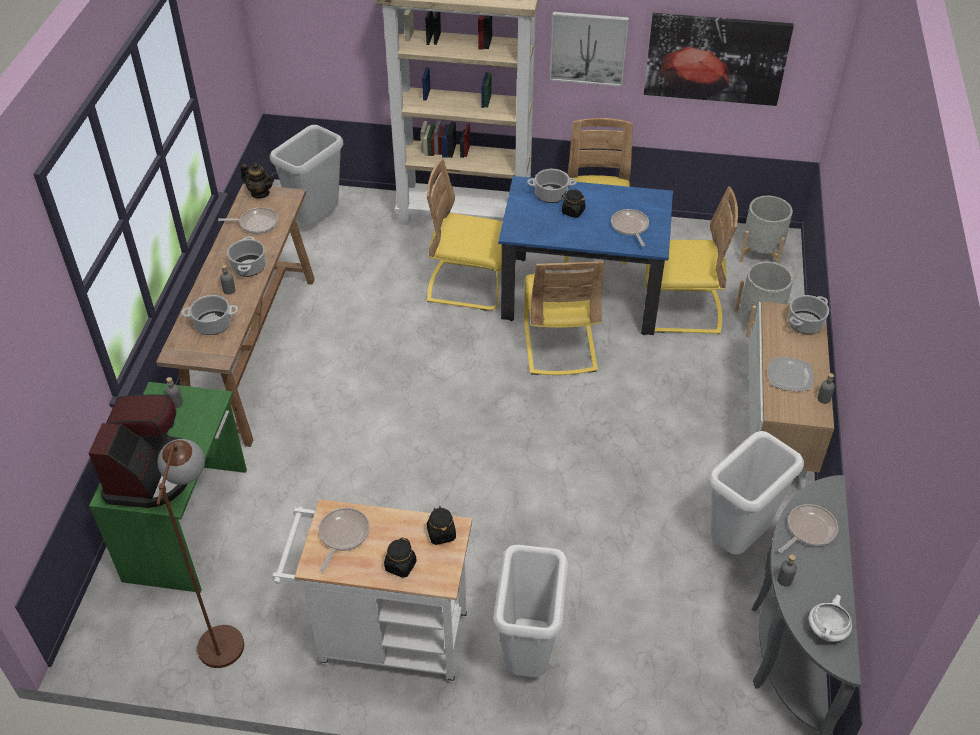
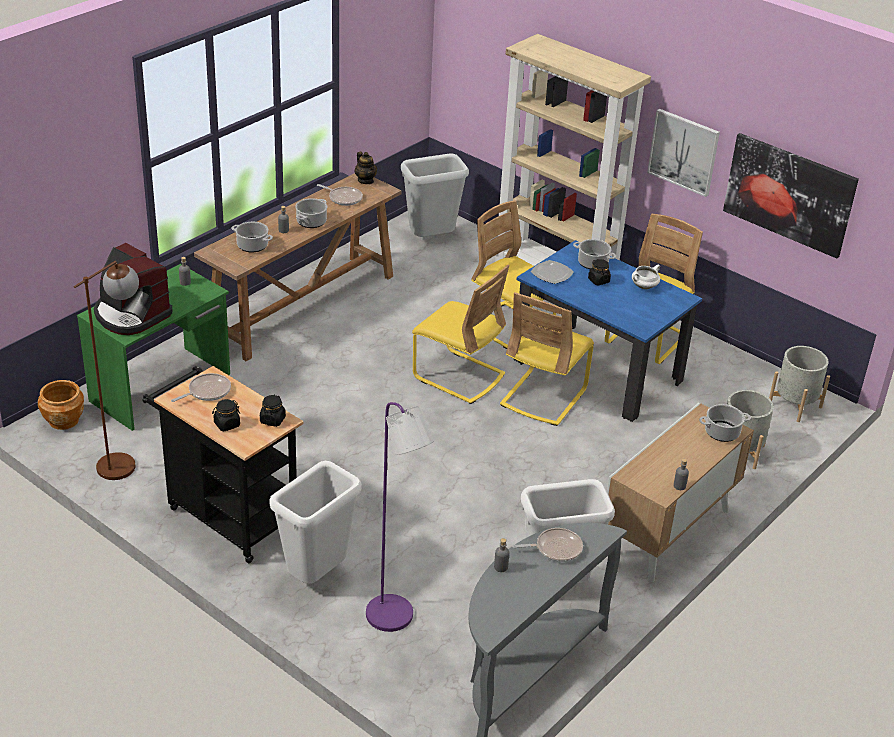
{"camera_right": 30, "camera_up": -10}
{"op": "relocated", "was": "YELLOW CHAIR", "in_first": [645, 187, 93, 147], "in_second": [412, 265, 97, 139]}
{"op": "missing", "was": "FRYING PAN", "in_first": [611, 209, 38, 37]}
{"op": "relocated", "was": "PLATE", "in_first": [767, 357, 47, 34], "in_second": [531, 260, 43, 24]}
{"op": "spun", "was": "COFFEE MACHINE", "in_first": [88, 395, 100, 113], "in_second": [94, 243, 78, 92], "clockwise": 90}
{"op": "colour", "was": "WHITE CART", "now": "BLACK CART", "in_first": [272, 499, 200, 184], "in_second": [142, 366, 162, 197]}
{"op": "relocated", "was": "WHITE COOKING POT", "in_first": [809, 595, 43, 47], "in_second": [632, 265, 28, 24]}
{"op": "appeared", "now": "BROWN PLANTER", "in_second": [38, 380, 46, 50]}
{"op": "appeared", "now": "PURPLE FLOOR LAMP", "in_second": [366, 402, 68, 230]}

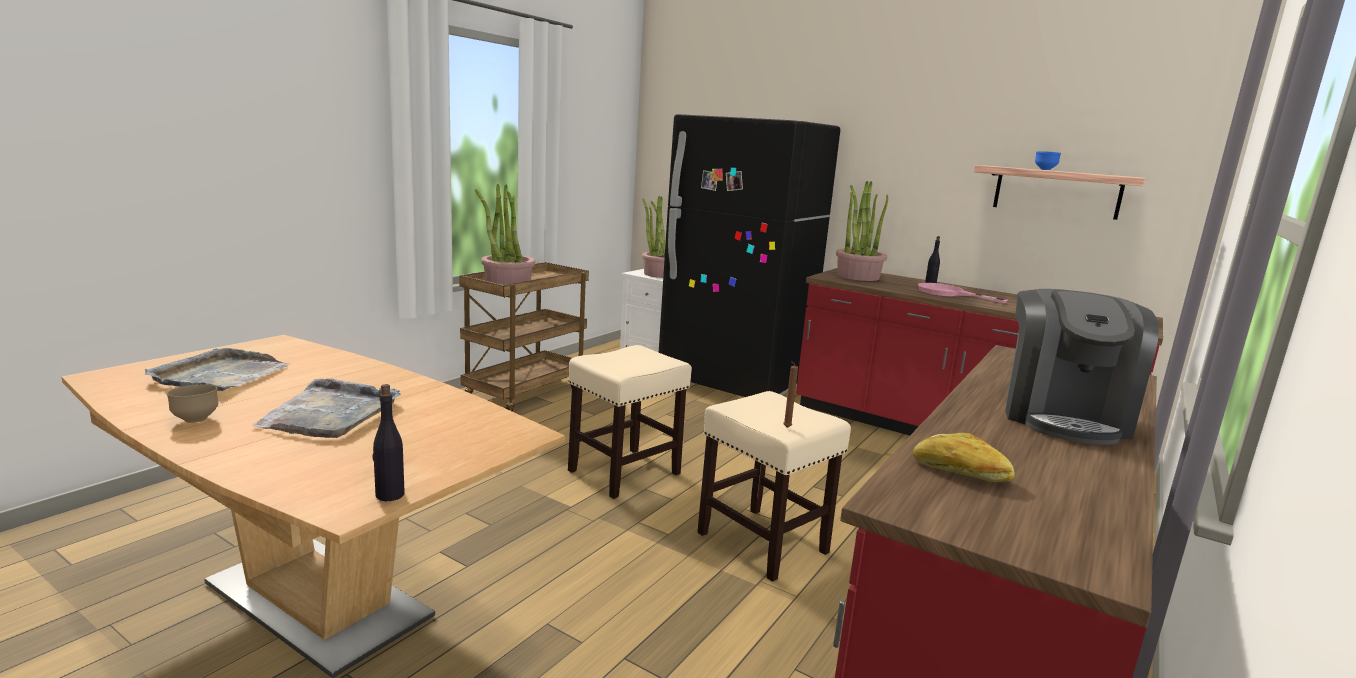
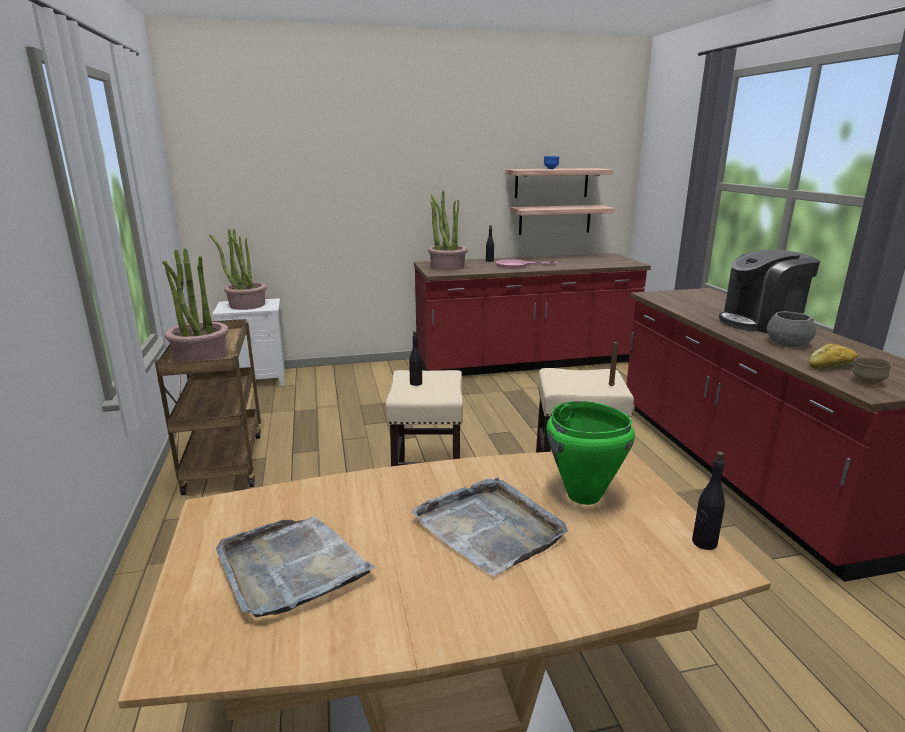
{"camera_right": -45, "camera_up": 5}
{"op": "missing", "was": "BLACK FRIDGE", "in_first": [659, 114, 181, 283]}
{"op": "spun", "was": "COFFEE MACHINE", "in_first": [1005, 289, 154, 156], "in_second": [719, 249, 101, 84], "clockwise": 105}
{"op": "relocated", "was": "BROWN BOWL", "in_first": [166, 385, 52, 38], "in_second": [853, 357, 39, 28]}
{"op": "appeared", "now": "SHELF", "in_second": [510, 205, 105, 30]}
{"op": "appeared", "now": "GREY BOWL", "in_second": [767, 311, 49, 36]}
{"op": "appeared", "now": "BLACK BOTTLE", "in_second": [409, 331, 13, 55]}
{"op": "appeared", "now": "GREEN COOKING POT", "in_second": [546, 401, 89, 104]}

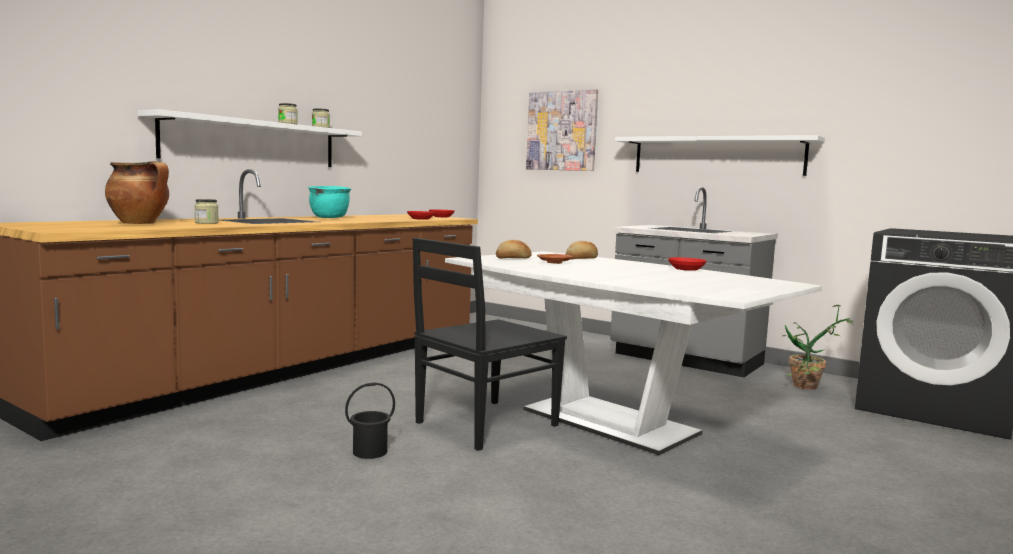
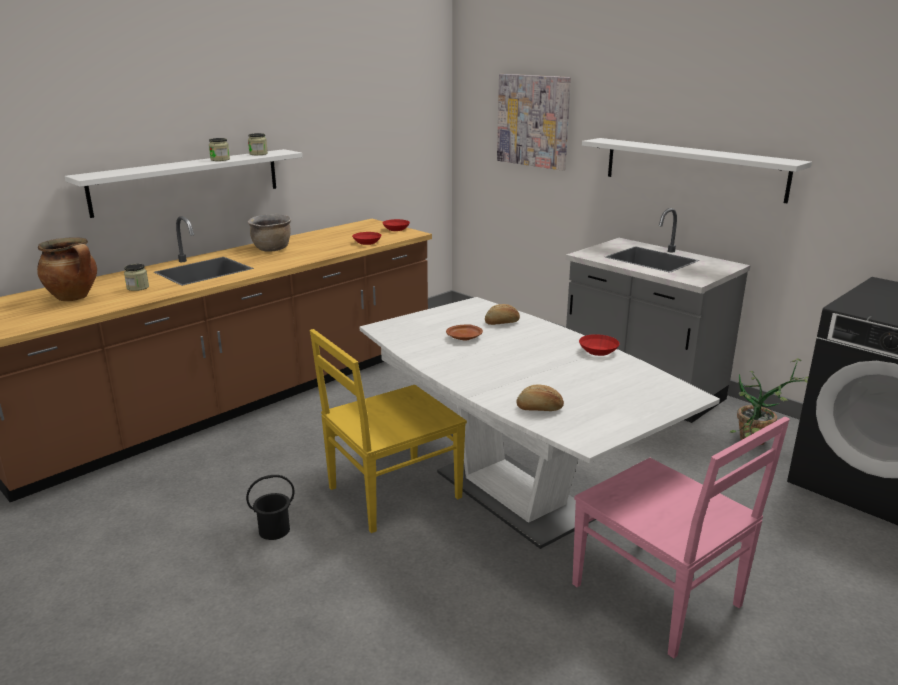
{"camera_right": 10, "camera_up": 15}
{"op": "colour", "was": "TURQUOISE COOKING POT", "now": "BROWN COOKING POT", "in_first": [308, 186, 43, 32], "in_second": [248, 214, 44, 38]}
{"op": "colour", "was": "BLACK CHAIR", "now": "YELLOW CHAIR", "in_first": [413, 238, 154, 213], "in_second": [310, 329, 157, 204]}
{"op": "relocated", "was": "BREAD", "in_first": [496, 240, 36, 18], "in_second": [516, 384, 48, 27]}
{"op": "appeared", "now": "PINK CHAIR", "in_second": [572, 417, 218, 241]}

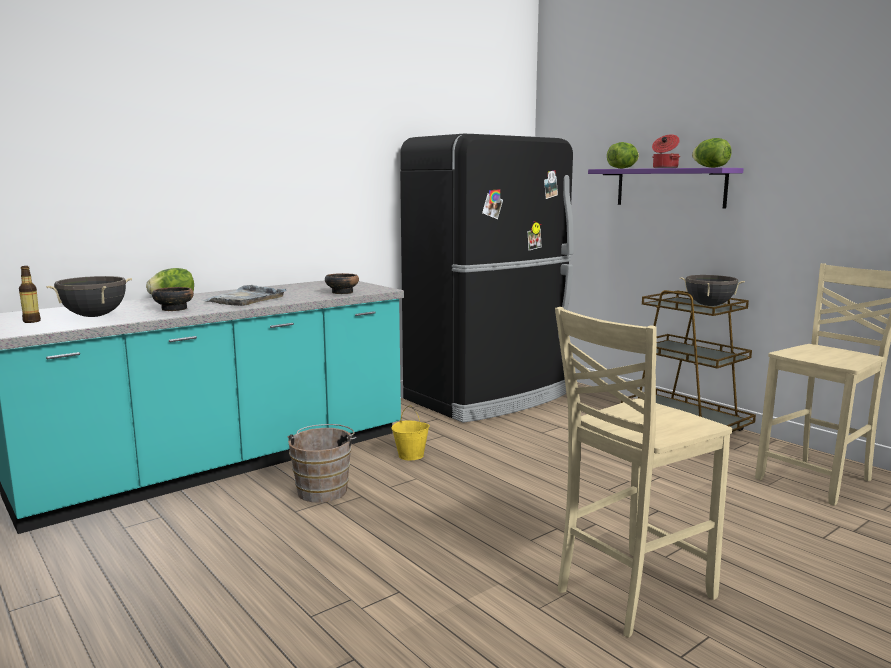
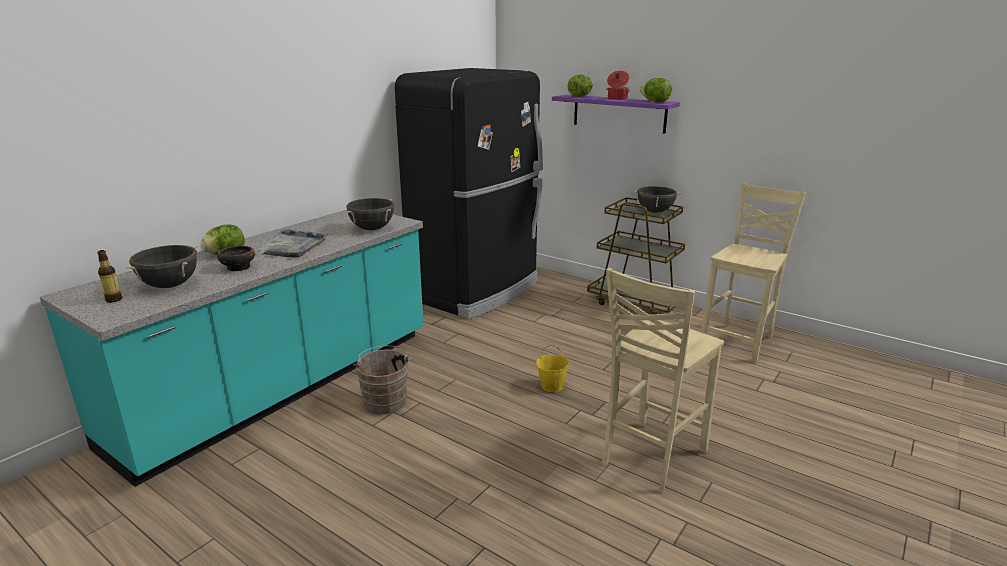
{"camera_right": -15, "camera_up": 10}
{"op": "exchanged", "was": "BOWL", "now": "BLACK COOKING POT", "in_first": [325, 273, 34, 21], "in_second": [346, 198, 48, 32]}
{"op": "relocated", "was": "YELLOW BUCKET", "in_first": [391, 405, 39, 55], "in_second": [536, 345, 33, 47]}

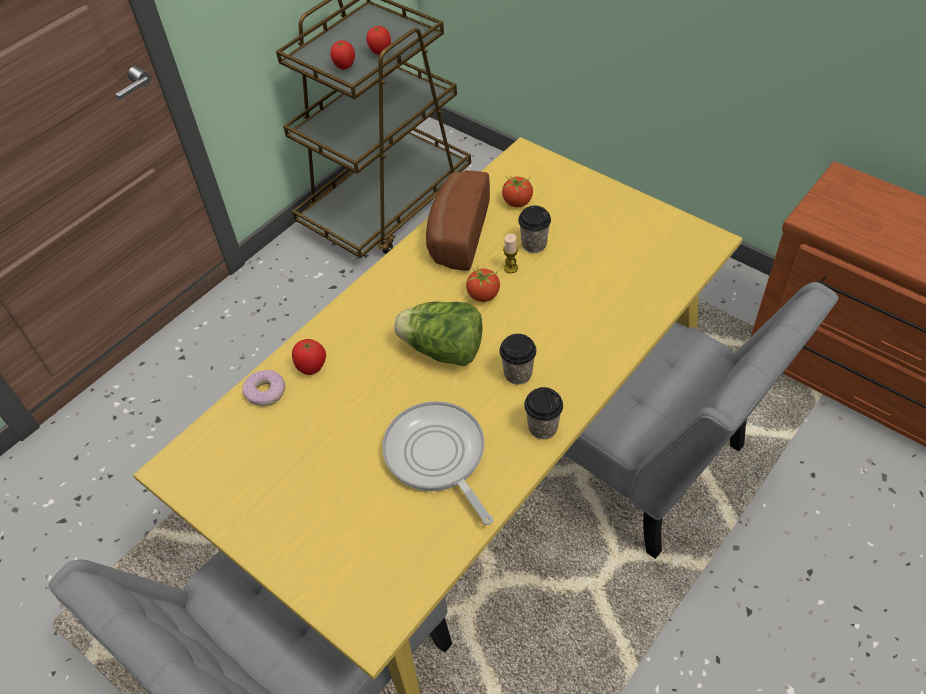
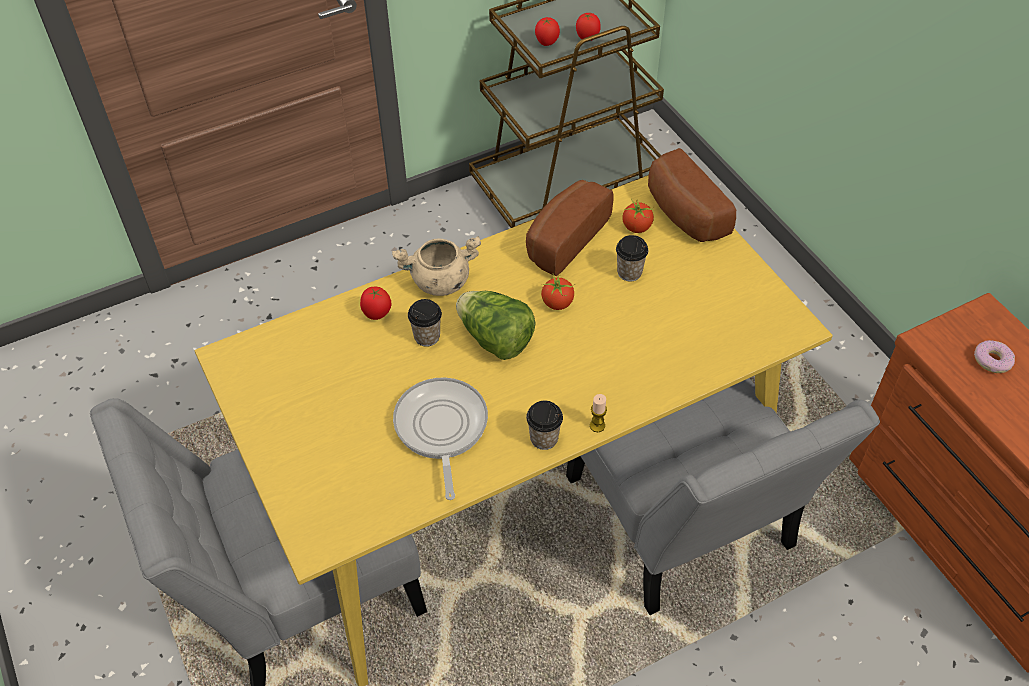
{"camera_right": 20, "camera_up": 0}
{"op": "relocated", "was": "CANDLE", "in_first": [503, 234, 15, 39], "in_second": [590, 394, 17, 38]}
{"op": "relocated", "was": "CUP", "in_first": [499, 334, 38, 50], "in_second": [408, 299, 34, 48]}
{"op": "relocated", "was": "DONUT", "in_first": [242, 370, 44, 36], "in_second": [974, 340, 41, 33]}
{"op": "appeared", "now": "BREAD", "in_second": [648, 148, 88, 94]}
{"op": "appeared", "now": "BEIGE COOKING POT", "in_second": [392, 236, 89, 60]}

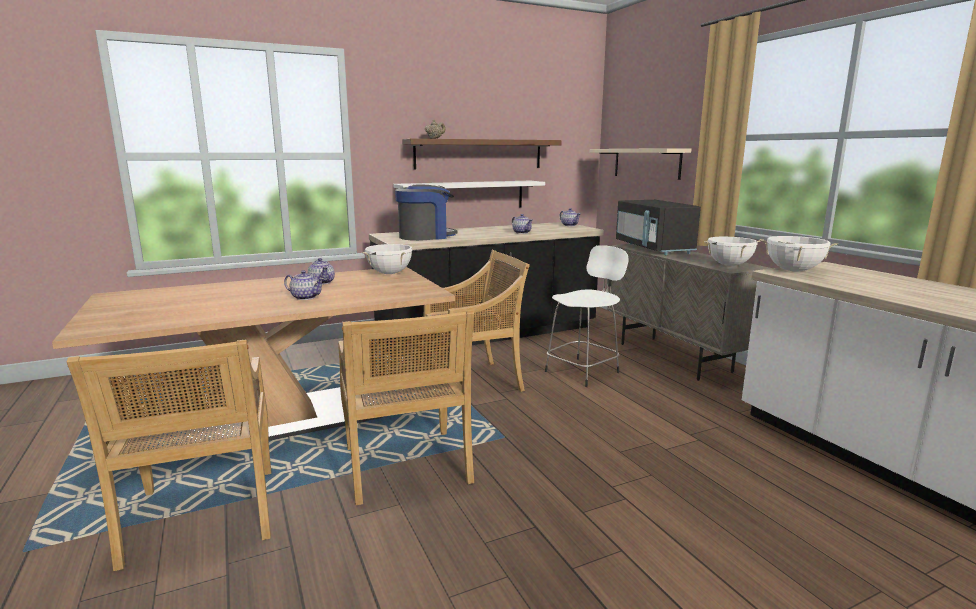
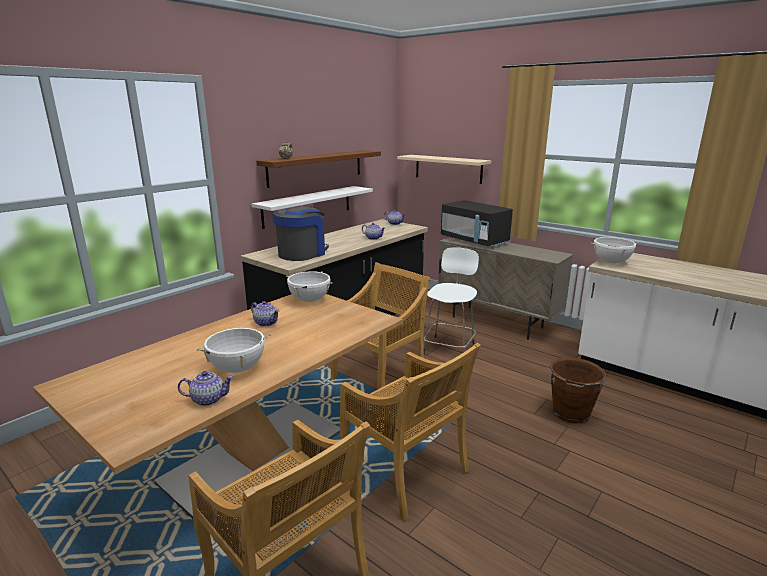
{"camera_right": -25, "camera_up": 5}
{"op": "relocated", "was": "WHITE COOKING POT", "in_first": [704, 237, 56, 29], "in_second": [196, 327, 75, 46]}
{"op": "relocated", "was": "TEAPOT", "in_first": [284, 270, 40, 30], "in_second": [178, 371, 56, 35]}
{"op": "appeared", "now": "BROWN BUCKET", "in_second": [547, 358, 61, 65]}

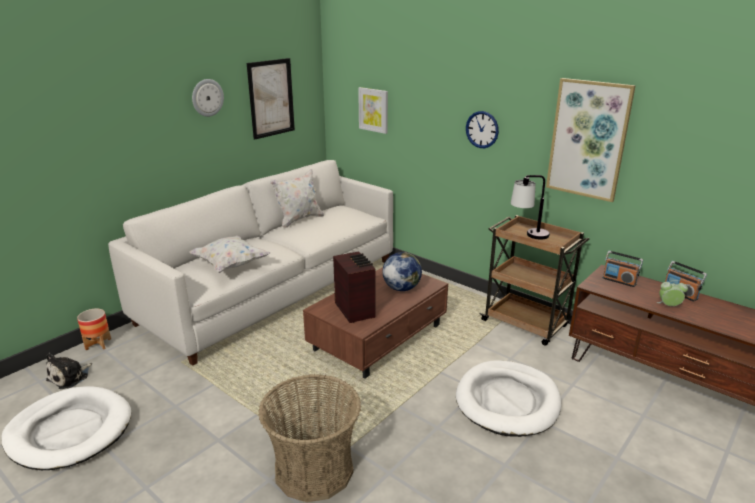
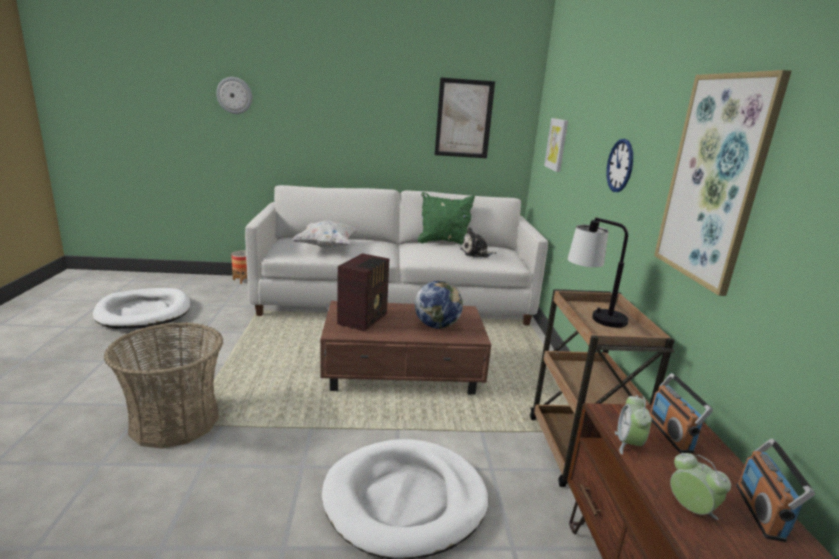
{"camera_right": 45, "camera_up": -5}
{"op": "relocated", "was": "WALL CLOCK", "in_first": [192, 79, 32, 38], "in_second": [216, 77, 36, 37]}
{"op": "colour", "was": "WHITE PILLOW", "now": "GREEN PILLOW", "in_first": [270, 169, 54, 59], "in_second": [417, 192, 58, 53]}
{"op": "relocated", "was": "PLUSH TOY", "in_first": [46, 353, 46, 36], "in_second": [460, 227, 36, 31]}
{"op": "appeared", "now": "ALARM CLOCK", "in_second": [615, 395, 37, 60]}

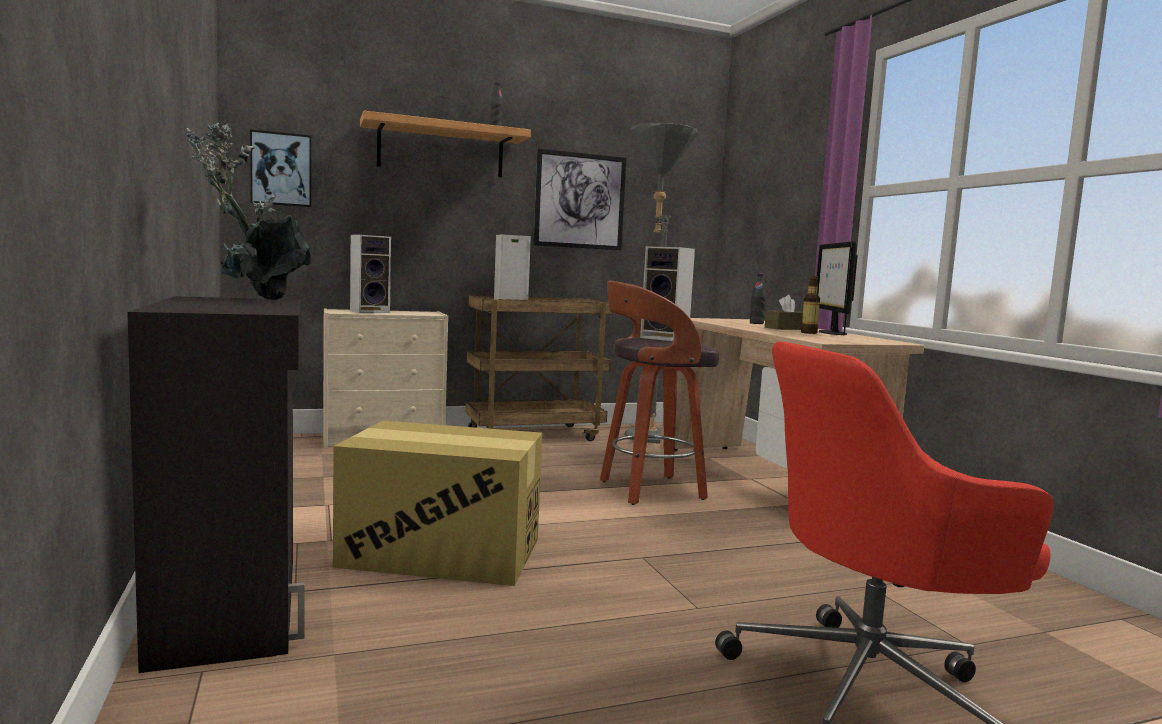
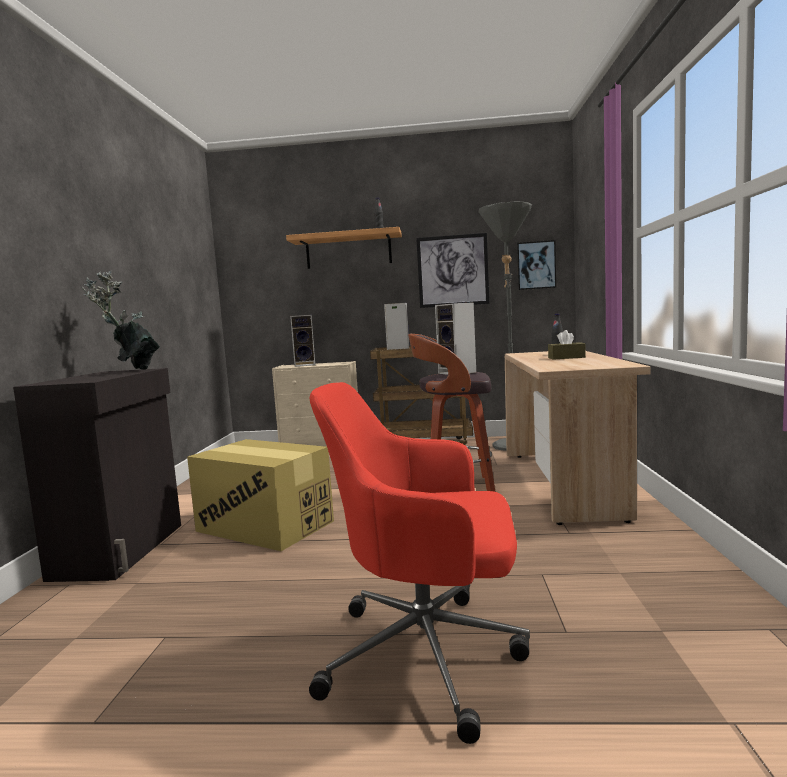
{"camera_right": 25, "camera_up": 0}
{"op": "relocated", "was": "PICTURE", "in_first": [250, 129, 61, 78], "in_second": [517, 240, 39, 50]}
{"op": "missing", "was": "MONITOR", "in_first": [817, 241, 41, 95]}
{"op": "missing", "was": "BOTTLE", "in_first": [801, 276, 19, 58]}

